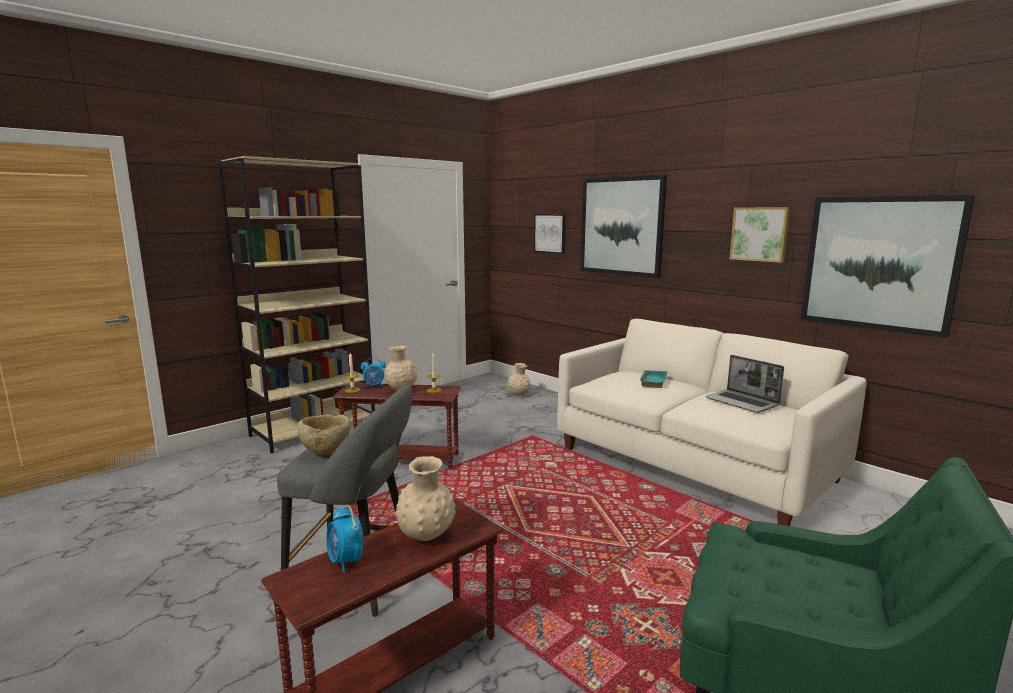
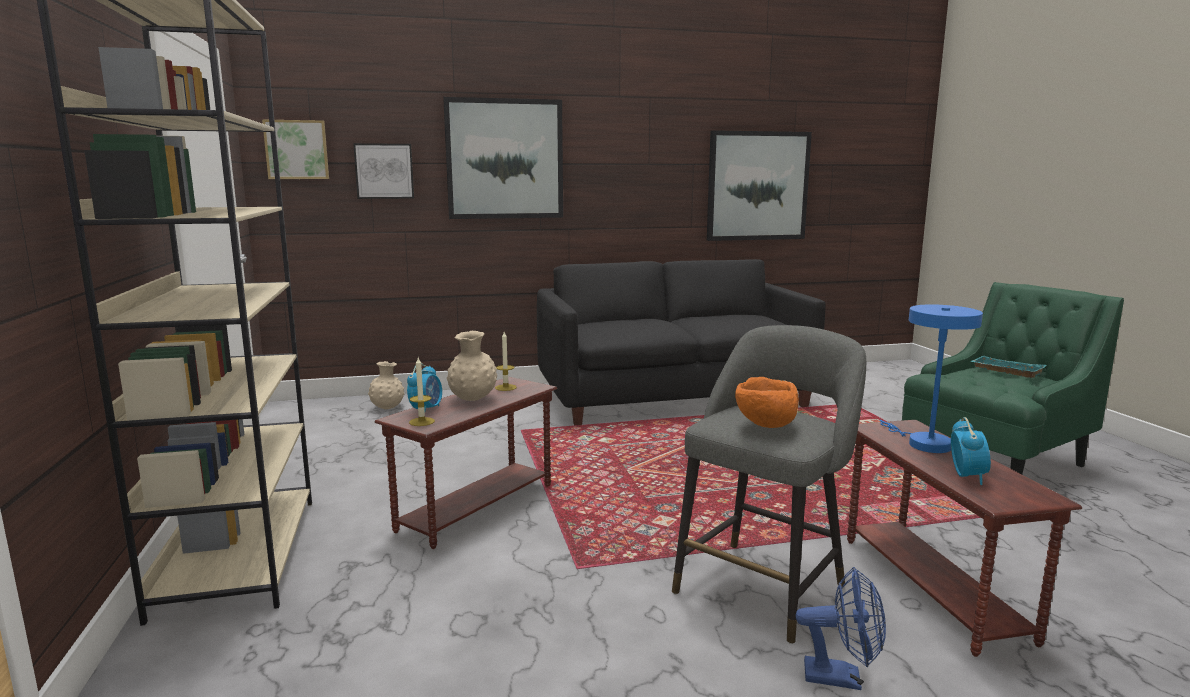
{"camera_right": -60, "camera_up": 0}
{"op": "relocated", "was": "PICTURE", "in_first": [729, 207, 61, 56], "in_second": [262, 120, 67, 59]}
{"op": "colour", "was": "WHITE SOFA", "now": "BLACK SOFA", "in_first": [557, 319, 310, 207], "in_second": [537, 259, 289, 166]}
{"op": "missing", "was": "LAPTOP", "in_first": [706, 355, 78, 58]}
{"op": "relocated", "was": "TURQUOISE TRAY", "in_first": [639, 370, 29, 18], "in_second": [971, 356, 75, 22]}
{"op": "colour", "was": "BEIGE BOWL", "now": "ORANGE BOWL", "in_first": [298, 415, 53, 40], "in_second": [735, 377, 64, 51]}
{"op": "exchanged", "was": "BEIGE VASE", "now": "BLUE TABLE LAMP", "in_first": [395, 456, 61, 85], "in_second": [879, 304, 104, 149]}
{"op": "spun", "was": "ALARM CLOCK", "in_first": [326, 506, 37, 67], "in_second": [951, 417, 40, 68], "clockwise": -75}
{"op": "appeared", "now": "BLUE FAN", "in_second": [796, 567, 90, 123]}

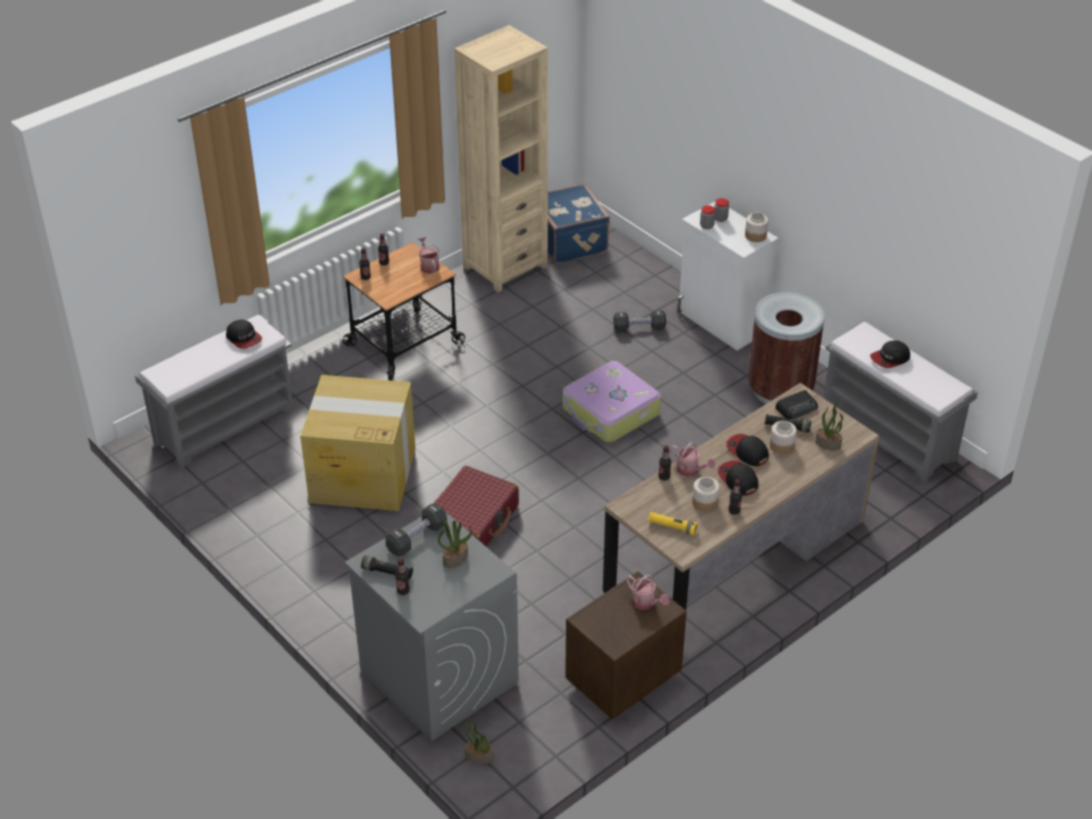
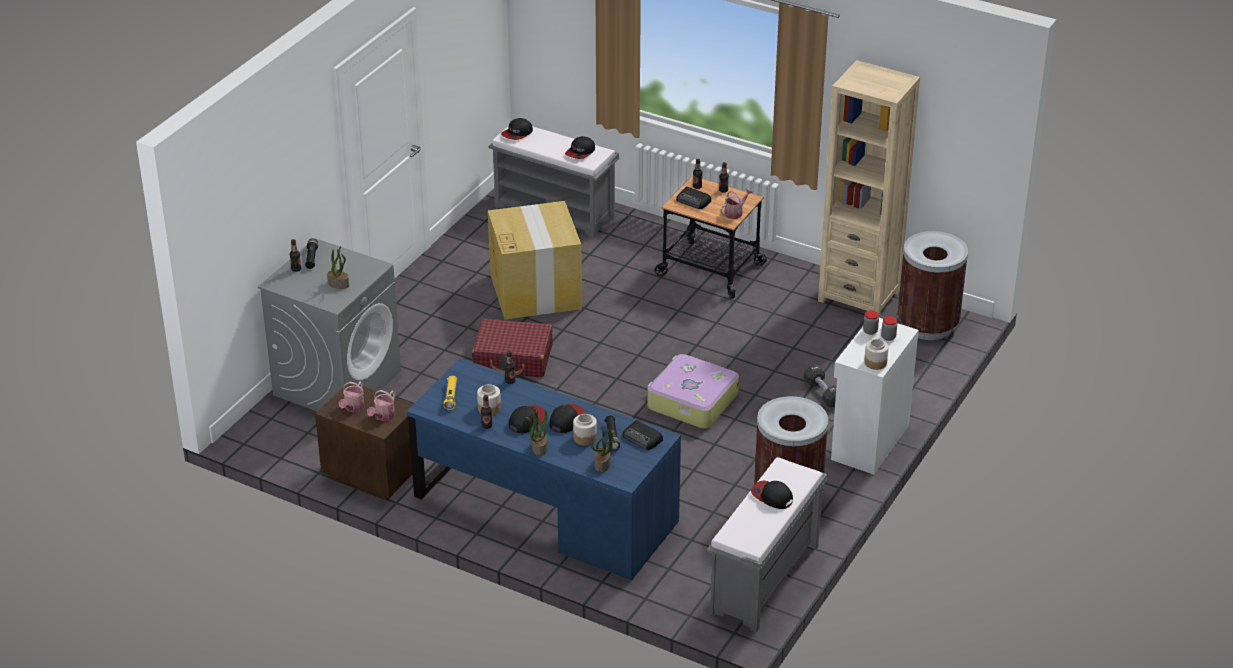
{"camera_right": 70, "camera_up": -5}
{"op": "exchanged", "was": "BLUE SUITCASE", "now": "BROWN TRASH CAN", "in_first": [548, 183, 62, 81], "in_second": [898, 231, 70, 109]}
{"op": "colour", "was": "BROWN DESK", "now": "BLUE DESK", "in_first": [603, 383, 276, 227], "in_second": [407, 358, 274, 222]}
{"op": "relocated", "was": "WATERING CAN", "in_first": [670, 442, 45, 35], "in_second": [339, 382, 26, 30]}
{"op": "missing", "was": "BLACK DUMBBELL", "in_first": [385, 503, 62, 54]}
{"op": "relocated", "was": "POTTED PLANT", "in_first": [465, 719, 28, 45], "in_second": [526, 410, 22, 46]}
{"op": "appeared", "now": "CAP", "in_second": [501, 118, 32, 22]}
{"op": "appeared", "now": "RADIO", "in_second": [676, 187, 35, 22]}

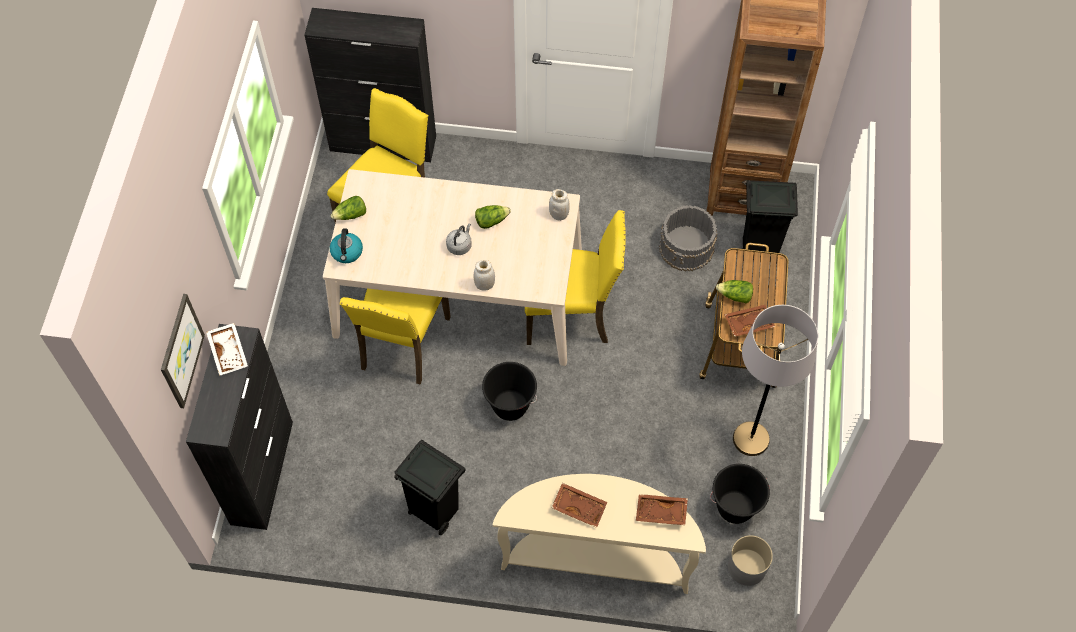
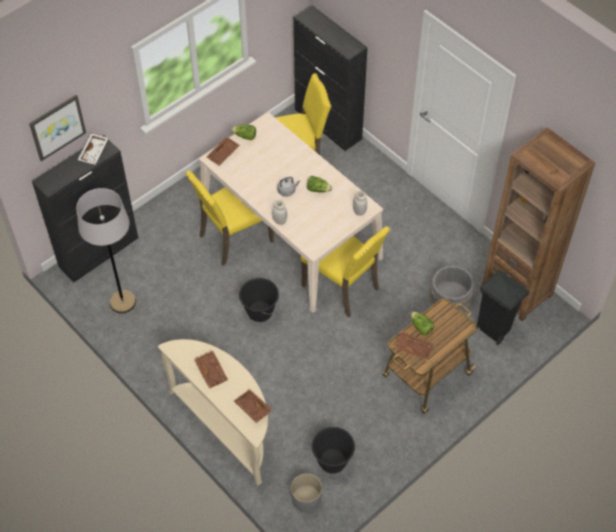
{"camera_right": 40, "camera_up": -5}
{"op": "exchanged", "was": "KETTLE", "now": "BROWN TRAY", "in_first": [330, 228, 33, 35], "in_second": [206, 137, 34, 29]}
{"op": "relocated", "was": "GREY FLOOR LAMP", "in_first": [733, 305, 85, 151], "in_second": [76, 188, 60, 126]}
{"op": "missing", "was": "BLACK TRASH CAN", "in_first": [394, 440, 72, 95]}

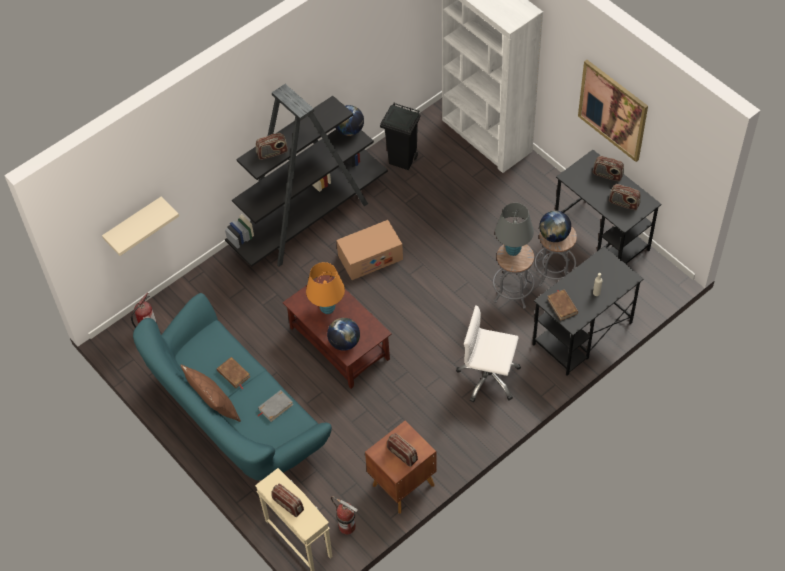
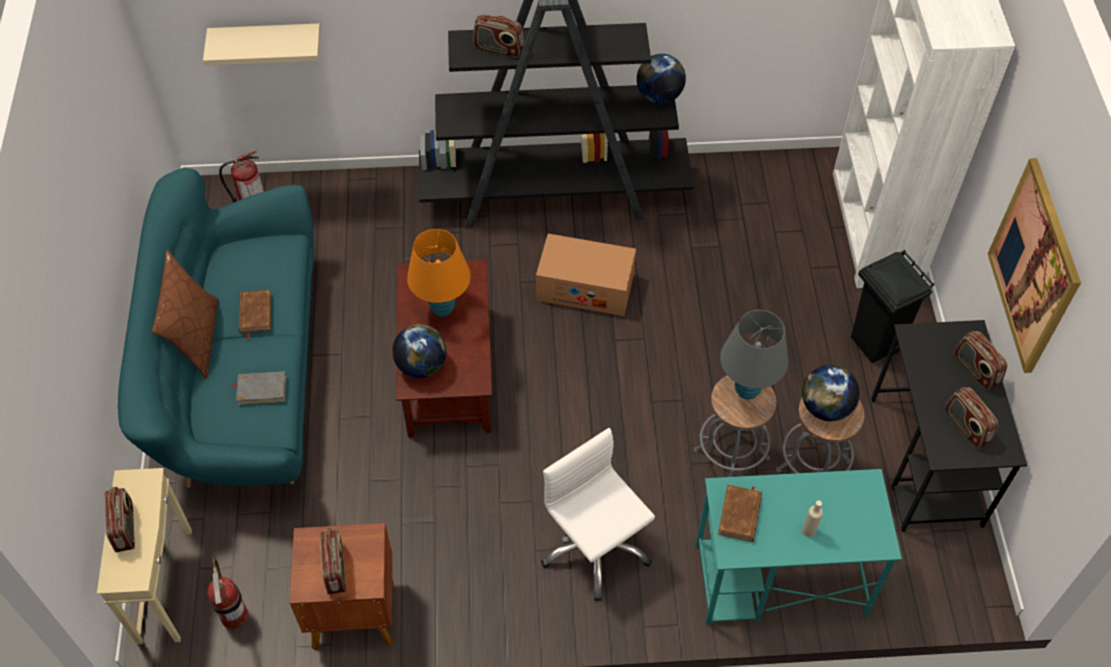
{"camera_right": 35, "camera_up": 0}
{"op": "relocated", "was": "BLACK TRASH CAN", "in_first": [380, 103, 41, 67], "in_second": [851, 250, 84, 113]}
{"op": "colour", "was": "BLACK DESK", "now": "TURQUOISE DESK", "in_first": [532, 246, 111, 130], "in_second": [695, 469, 207, 155]}

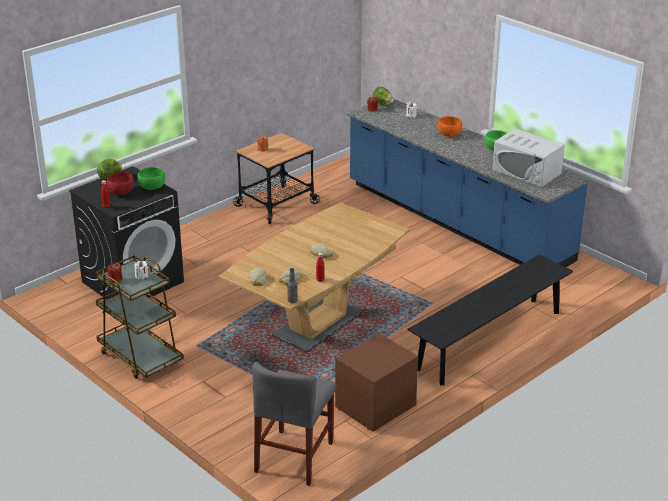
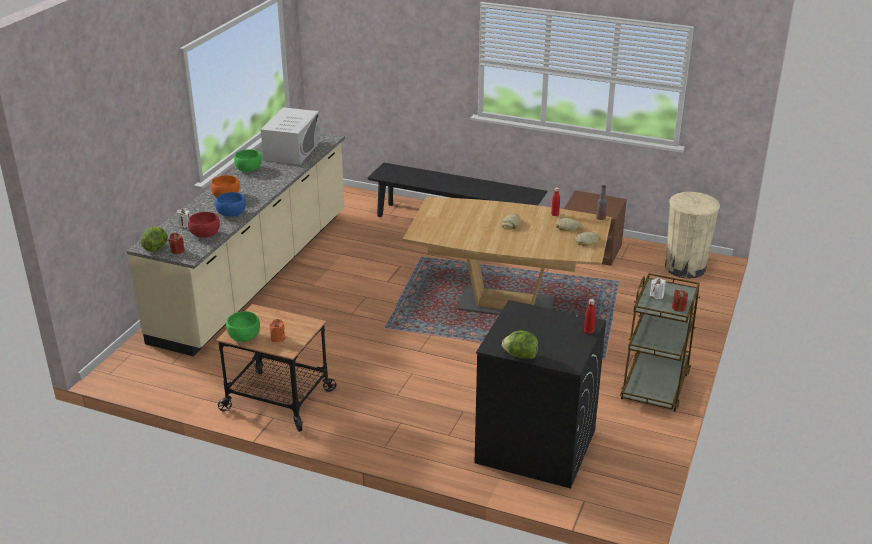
{"camera_right": -115, "camera_up": 0}
{"op": "colour", "was": "BLUE COUNTER", "now": "BEIGE COUNTER", "in_first": [347, 99, 242, 168], "in_second": [127, 132, 218, 224]}
{"op": "relocated", "was": "GREEN BOWL", "in_first": [138, 167, 27, 23], "in_second": [225, 311, 35, 31]}
{"op": "relocated", "was": "RED BOWL", "in_first": [107, 172, 27, 23], "in_second": [188, 212, 32, 26]}
{"op": "exchanged", "was": "GREY CHAIR", "now": "BEIGE TRASH CAN", "in_first": [252, 362, 84, 124], "in_second": [665, 192, 55, 87]}
{"op": "appeared", "now": "BLUE BOWL", "in_second": [215, 192, 31, 25]}

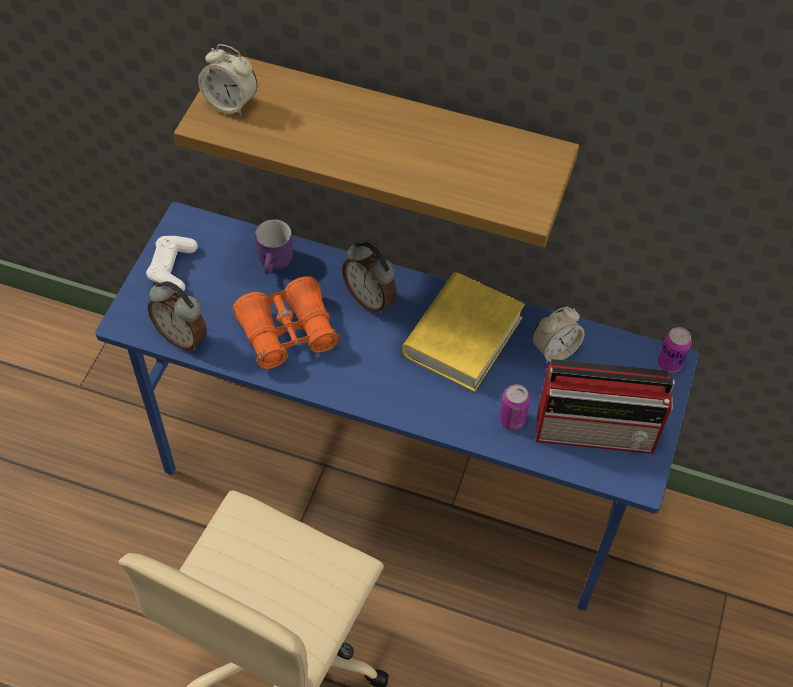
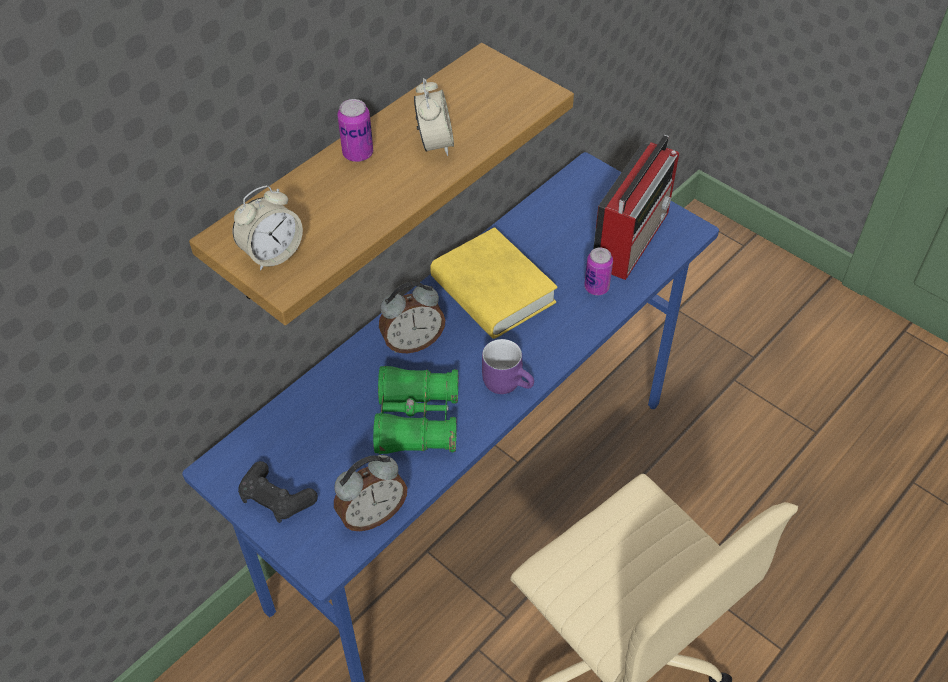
{"camera_right": -65, "camera_up": -5}
{"op": "relocated", "was": "PURPLE MUG", "in_first": [255, 219, 38, 56], "in_second": [482, 339, 52, 55]}
{"op": "colour", "was": "WHITE GAME CONTROLLER", "now": "BLACK GAME CONTROLLER", "in_first": [146, 236, 52, 56], "in_second": [238, 461, 80, 62]}
{"op": "colour", "was": "ORANGE BINOCULARS", "now": "GREEN BINOCULARS", "in_first": [233, 276, 107, 93], "in_second": [373, 366, 85, 88]}
{"op": "relocated", "was": "ALARM CLOCK", "in_first": [532, 306, 53, 57], "in_second": [414, 78, 40, 78]}
{"op": "relocated", "was": "CAN", "in_first": [657, 327, 35, 46], "in_second": [337, 99, 36, 63]}

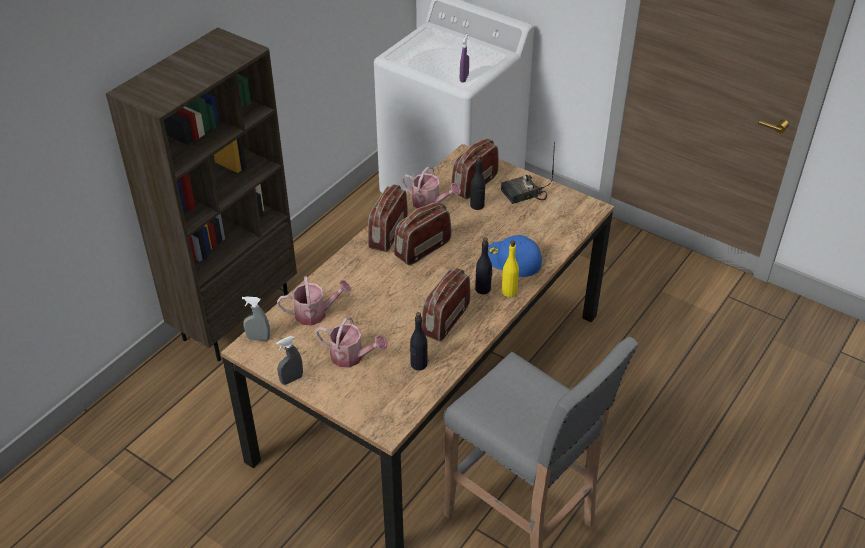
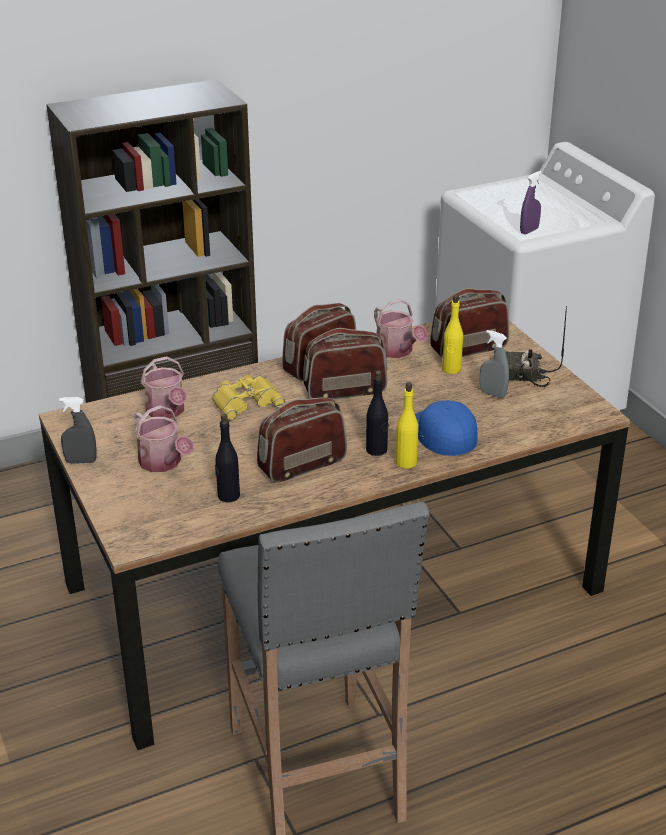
{"camera_right": 30, "camera_up": -10}
{"op": "colour", "was": "BLACK BOTTLE", "now": "YELLOW BOTTLE", "in_first": [470, 155, 15, 55], "in_second": [442, 294, 21, 80]}
{"op": "spun", "was": "WATERING CAN", "in_first": [277, 276, 74, 50], "in_second": [140, 356, 47, 63], "clockwise": 45}
{"op": "relocated", "was": "GREY SPRAY BOTTLE", "in_first": [242, 296, 28, 45], "in_second": [480, 330, 29, 68]}
{"op": "appeared", "now": "YELLOW BINOCULARS", "in_second": [212, 375, 73, 45]}

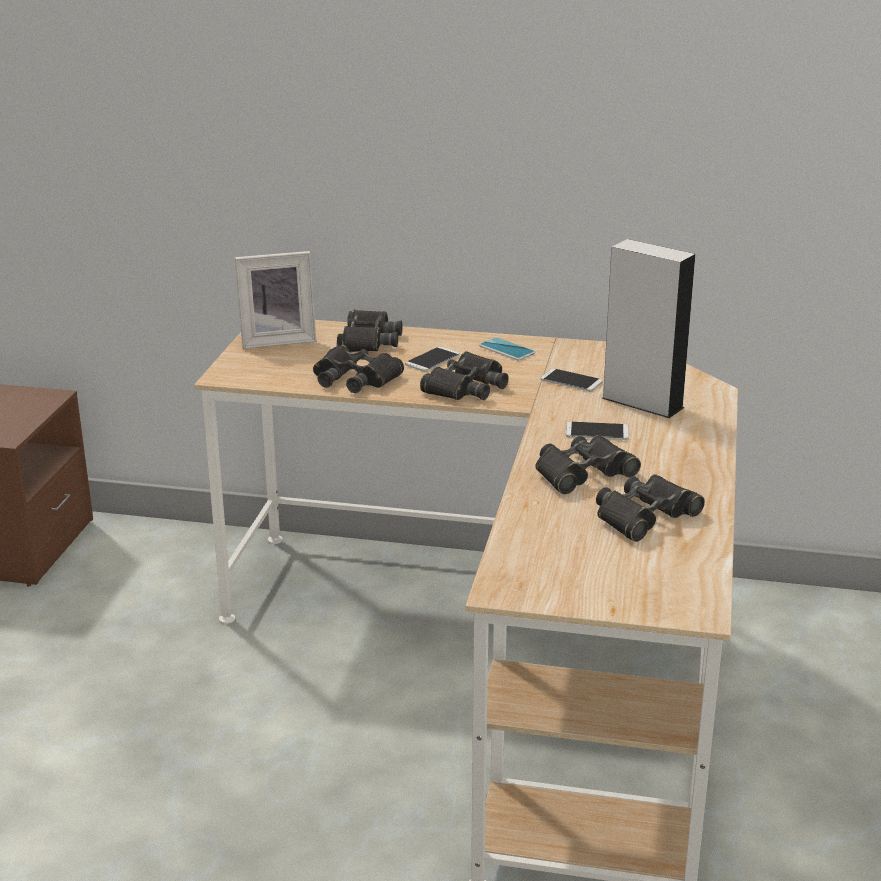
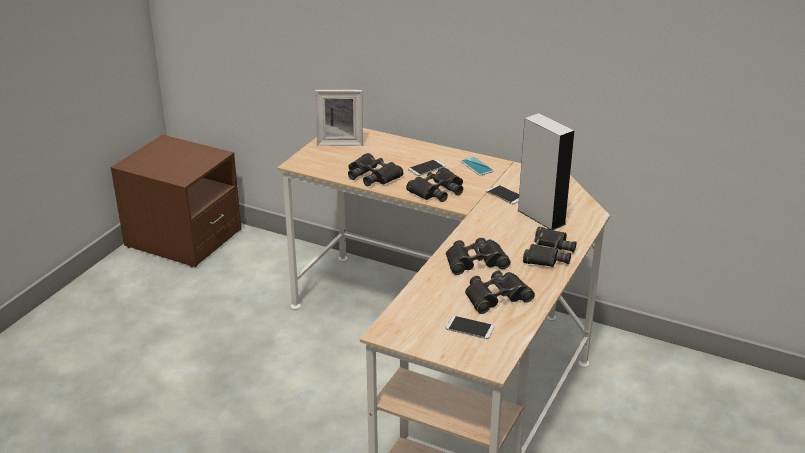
{"camera_right": 15, "camera_up": 5}
{"op": "relocated", "was": "BLACK BINOCULARS", "in_first": [337, 310, 65, 42], "in_second": [523, 227, 53, 40]}
{"op": "relocated", "was": "PHONE", "in_first": [565, 422, 64, 18], "in_second": [446, 316, 49, 23]}

